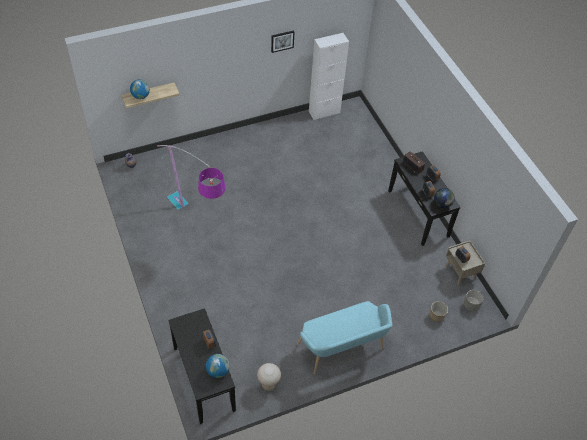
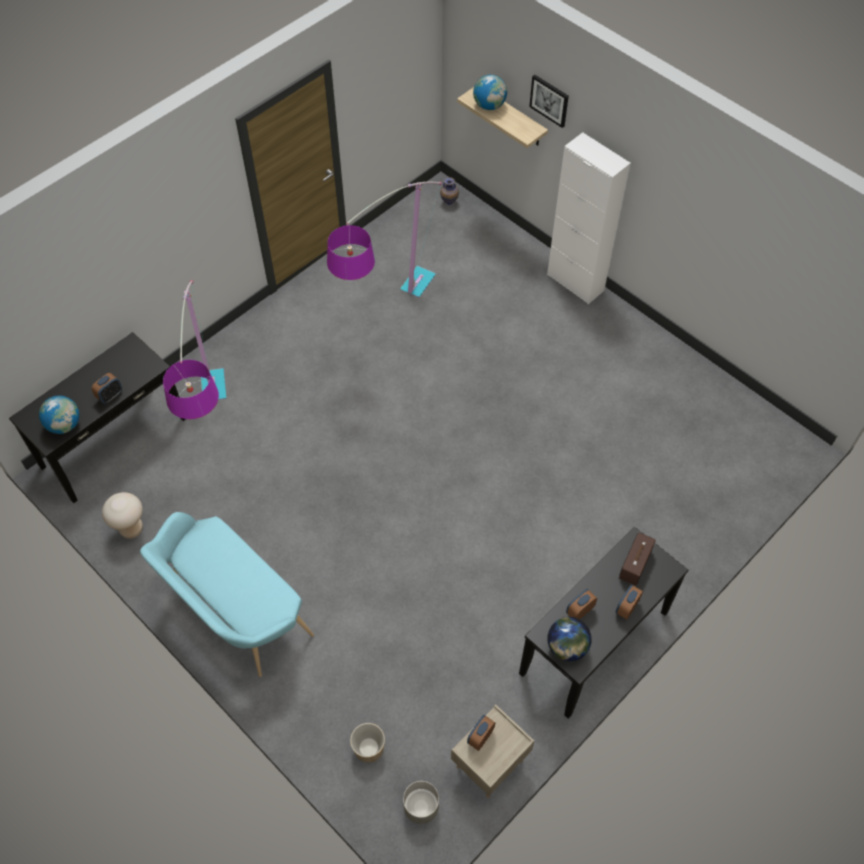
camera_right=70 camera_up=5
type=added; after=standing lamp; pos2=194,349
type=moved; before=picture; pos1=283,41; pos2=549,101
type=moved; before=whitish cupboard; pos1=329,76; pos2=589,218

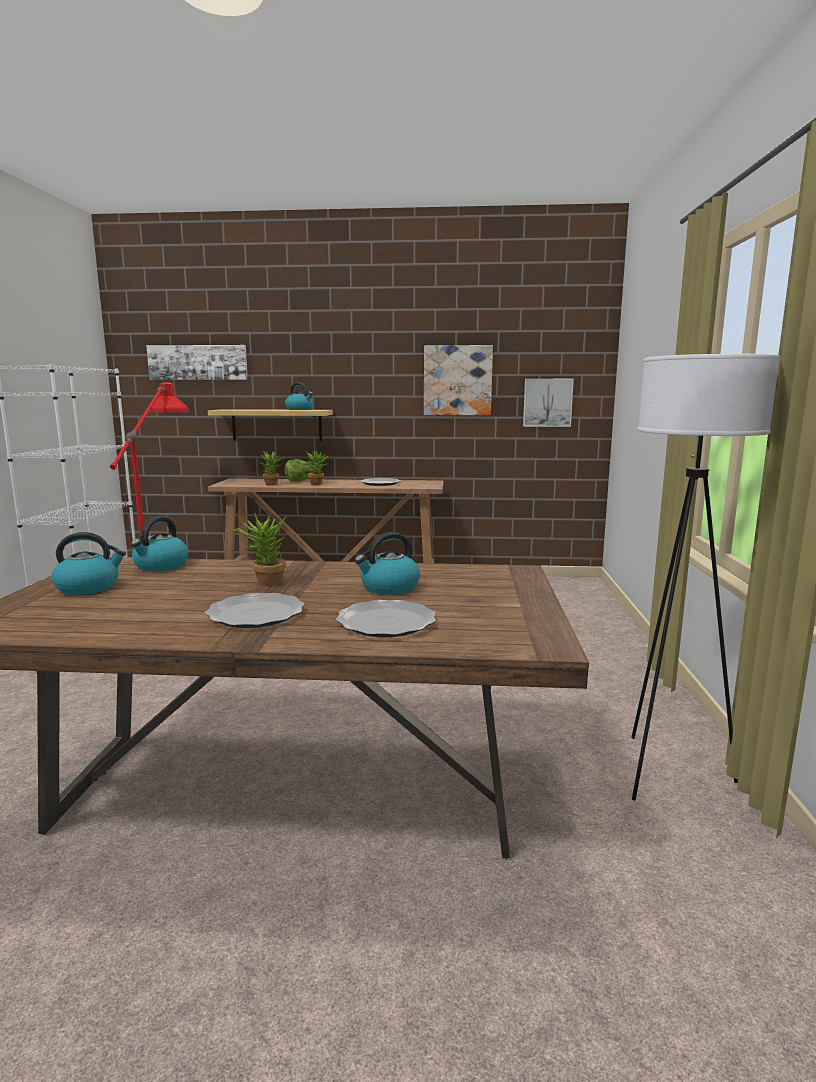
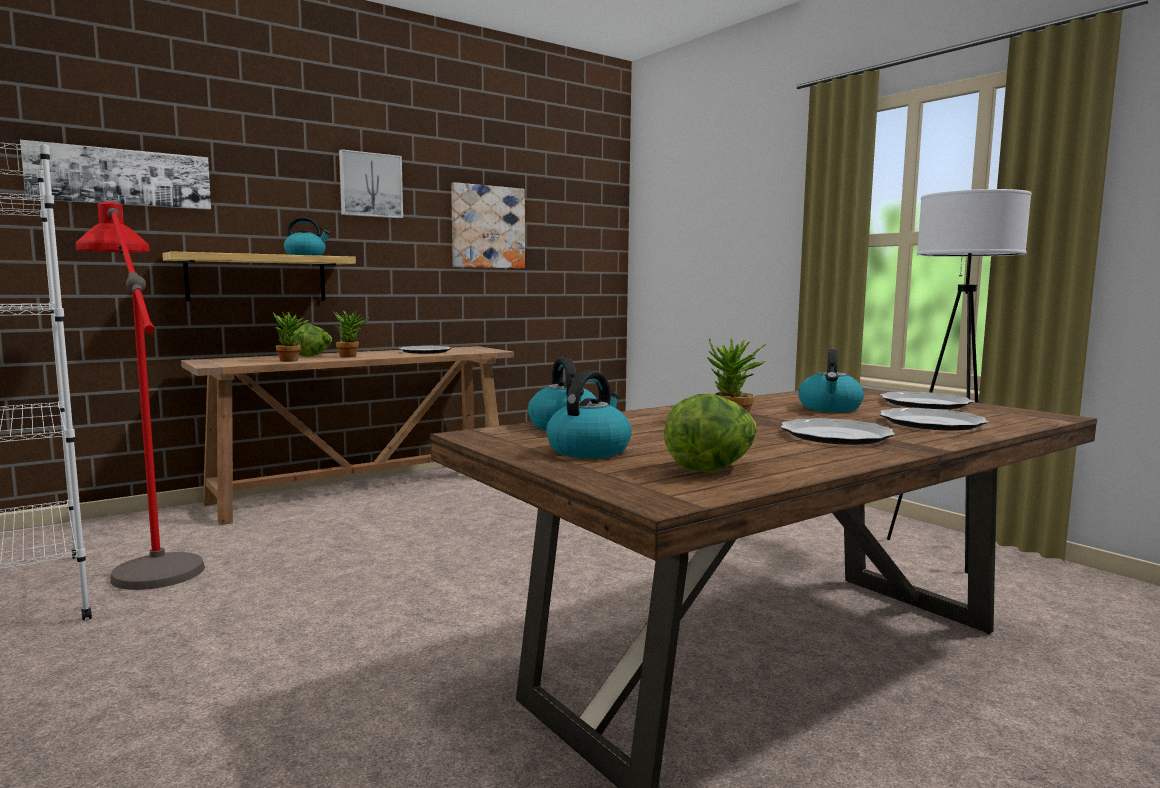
camera_right=-40 camera_up=-5
type=added; after=head of lettuce; pos2=710,433
type=added; after=dinner plate; pos2=927,400
type=moved; before=picture; pos1=548,403; pos2=371,183

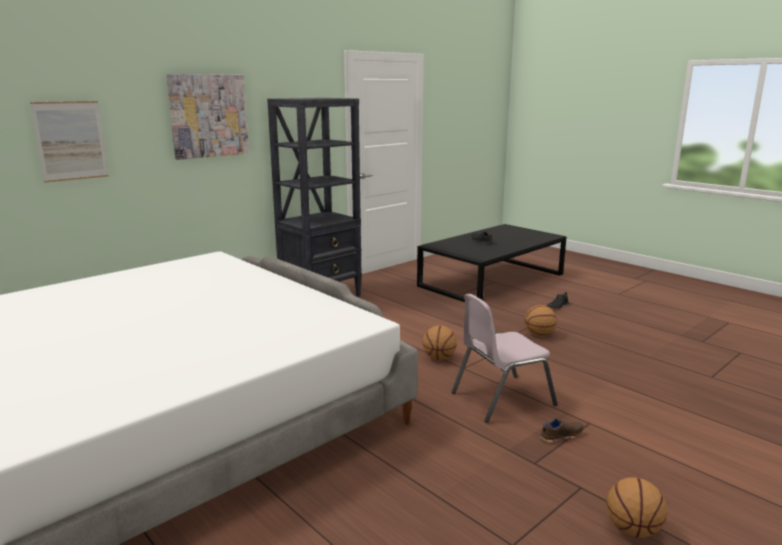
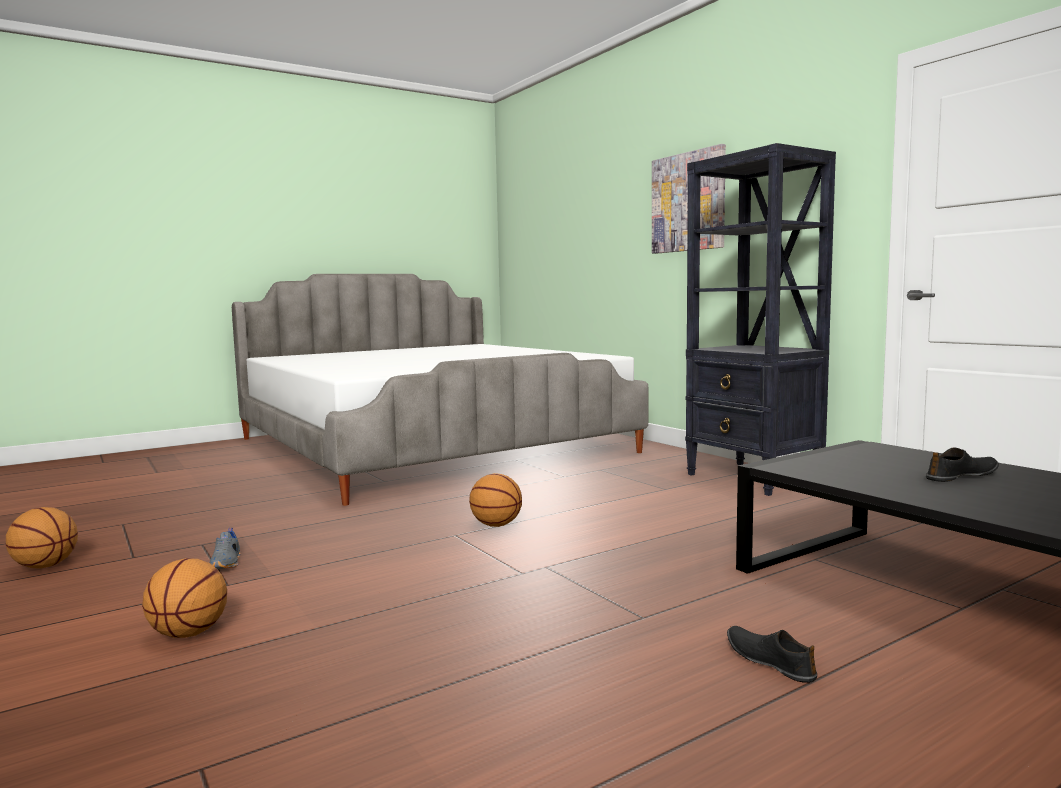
camera_right=100 camera_up=-10
type=removed; before=picture; pos1=69,142
type=removed; before=pink upright chair; pos1=505,358
type=moved; before=ball for basketball; pos1=541,320; pos2=184,598
type=recoloured; before=brown-coloured shoe; after=grey shoe; pos1=561,430; pos2=225,548

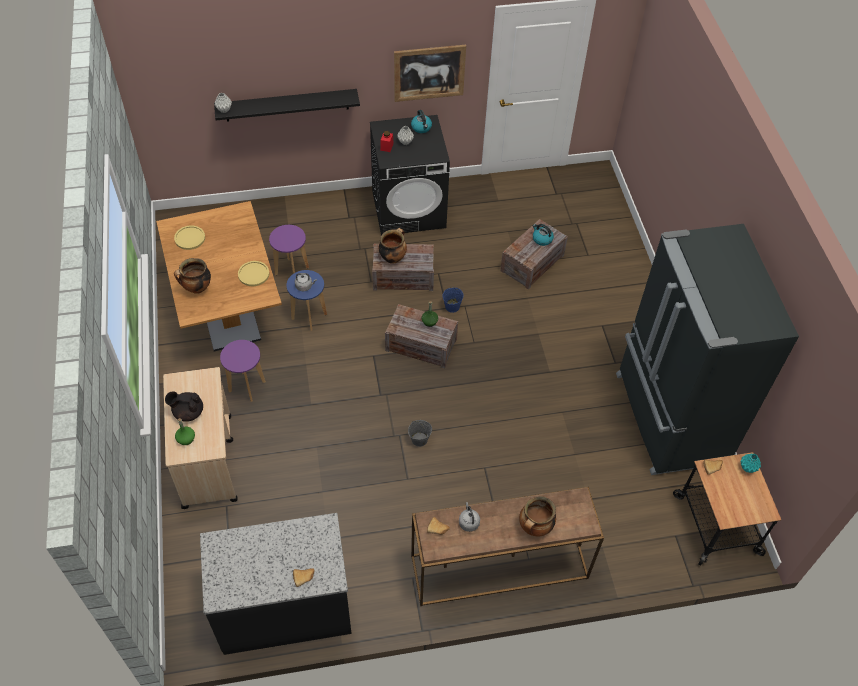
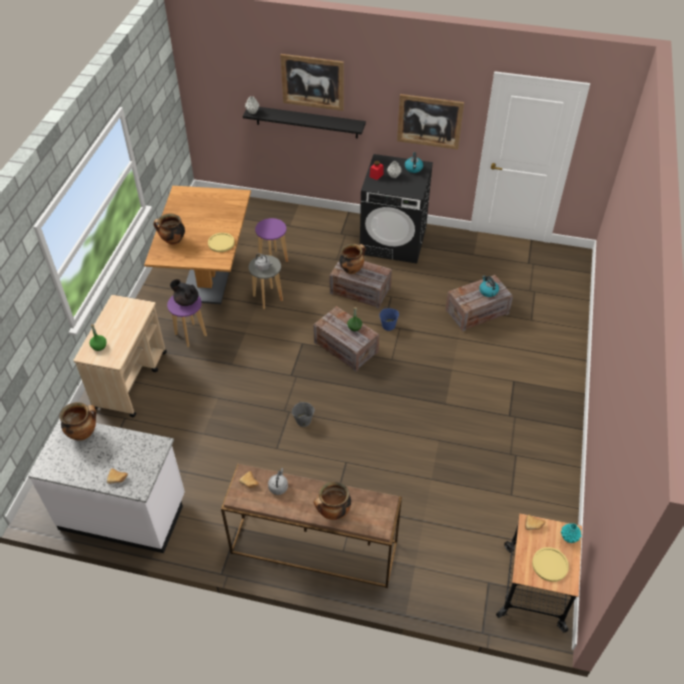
camera_right=25 camera_up=-5
type=removed; before=black refrigerator; pos1=707,349
type=added; after=saucepot; pos2=77,421
type=added; after=picture; pos2=312,82
type=moved; before=black tea pot; pos1=184,406; pos2=184,292
type=moved; before=yellowish dinner plate; pos1=189,237; pos2=550,564
type=recoloured; before=black kitchen counter; after=whitish kitchen counter; pos1=276,584; pos2=106,486
type=recoloured; before=blue-coloured stool; after=grey stool; pos1=306,300; pos2=266,282

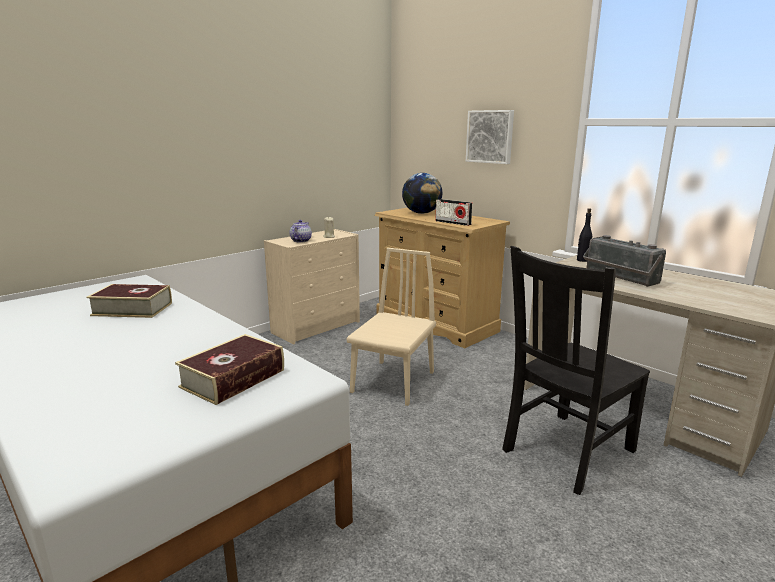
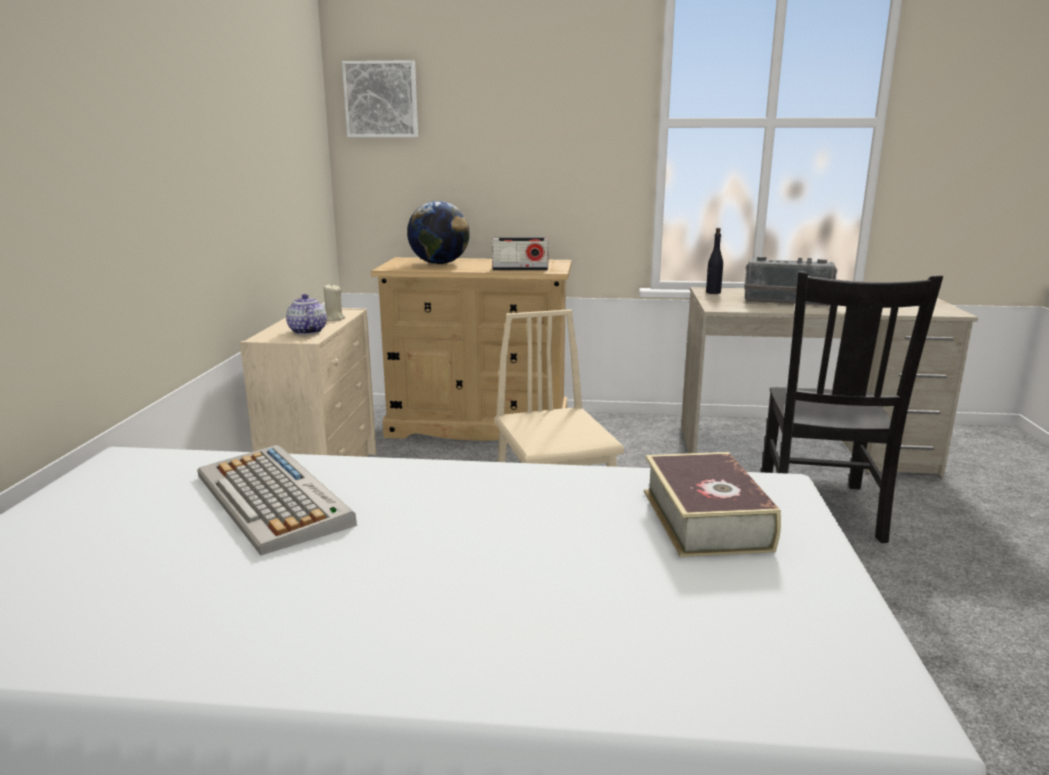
camera_right=-40 camera_up=0
type=moved; before=picture; pos1=490,137; pos2=380,98
type=replaced; before=book; after=PC keyboard; pos1=129,301; pos2=277,500

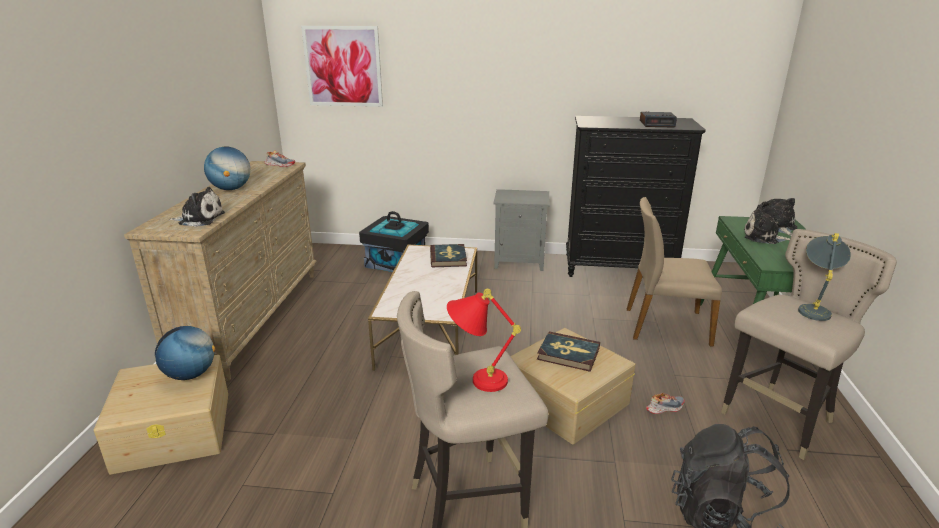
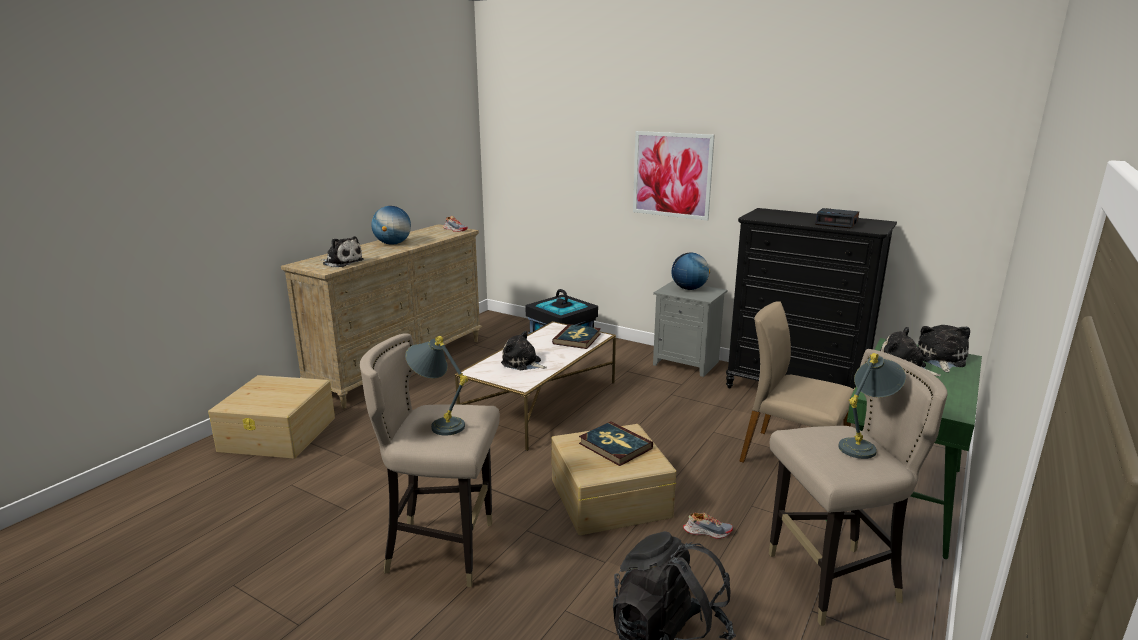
camera_right=25 camera_up=-5
type=added; after=plush toy; pos2=524,350
type=moved; before=globe; pos1=185,353; pos2=691,271
type=moved; before=picture; pos1=342,66; pos2=674,176
type=recoloured; before=red-coloured table lamp; after=grey table lamp; pos1=484,340; pos2=436,385

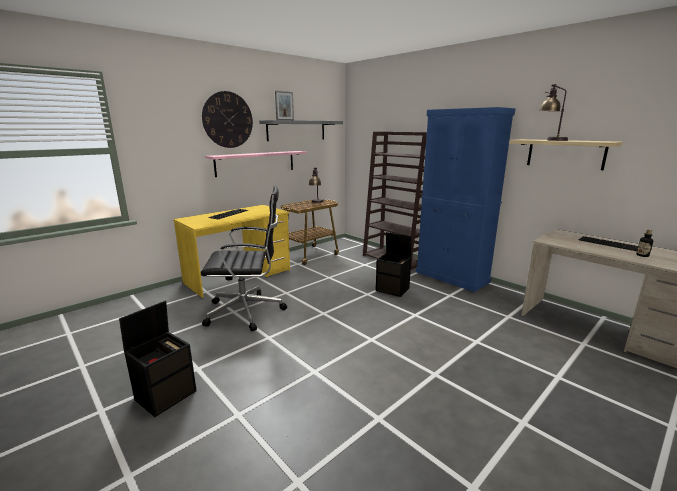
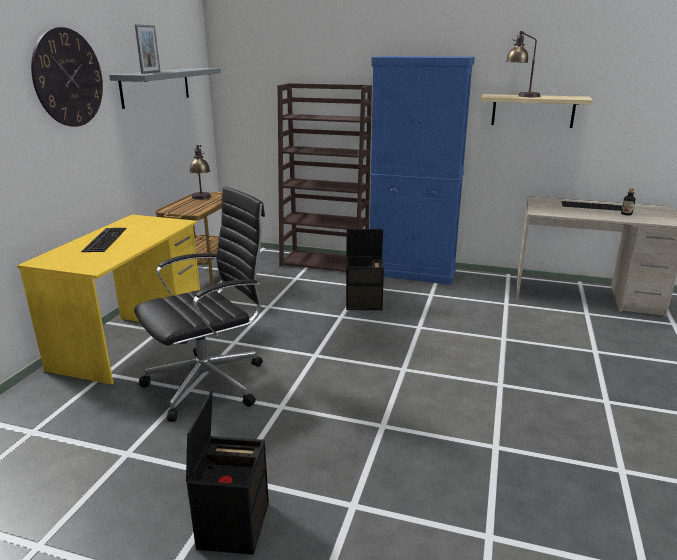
camera_right=-30 camera_up=5
type=removed; before=pink bracket shelf; pos1=256,164

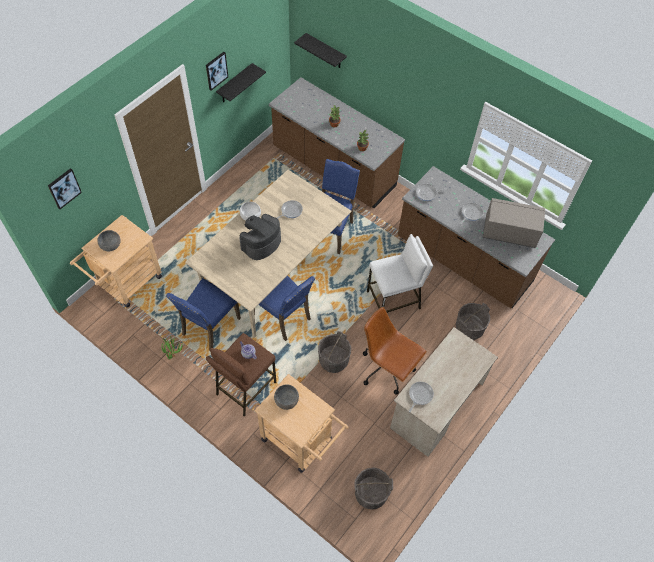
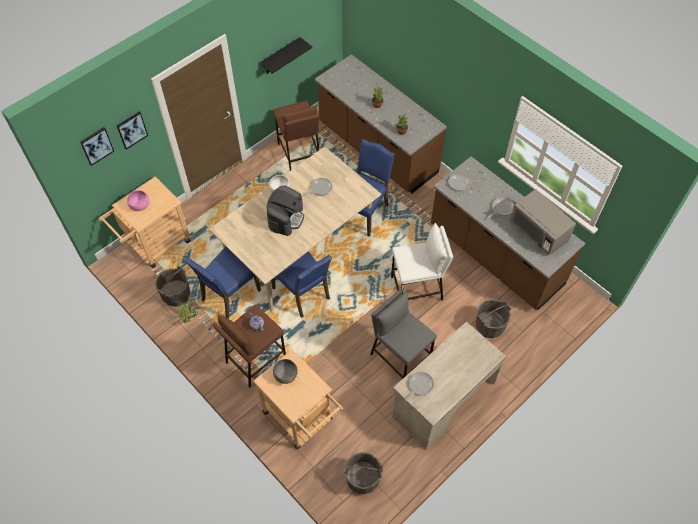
camera_right=10 camera_up=0
type=removed; before=black bracket shelf; pos1=320,50
type=added; after=brown-coloured stool; pos2=296,136
type=moved; before=picture; pos1=217,71; pos2=132,131
type=moved; before=grey bucket; pos1=334,352; pos2=172,286
type=replaced; before=brown-coloured desk chair; after=grey stool; pos1=395,351; pos2=403,334
type=recoloured; before=grey bowl; after=pink bowl; pos1=109,241; pos2=138,200
type=turned; before=coffee maker; pos1=260,237; pos2=285,211; turn=150
type=turned; before=grey microwave; pos1=514,223; pos2=543,222; turn=-150

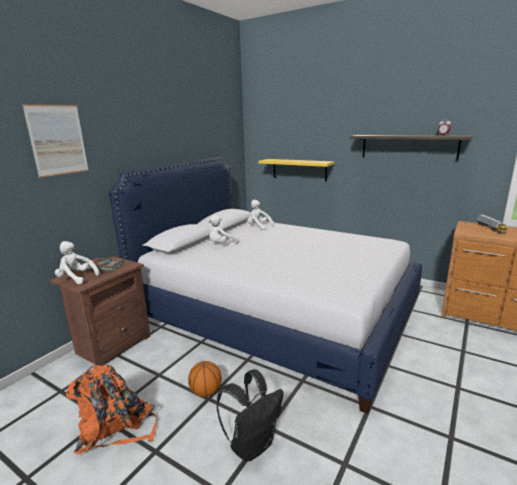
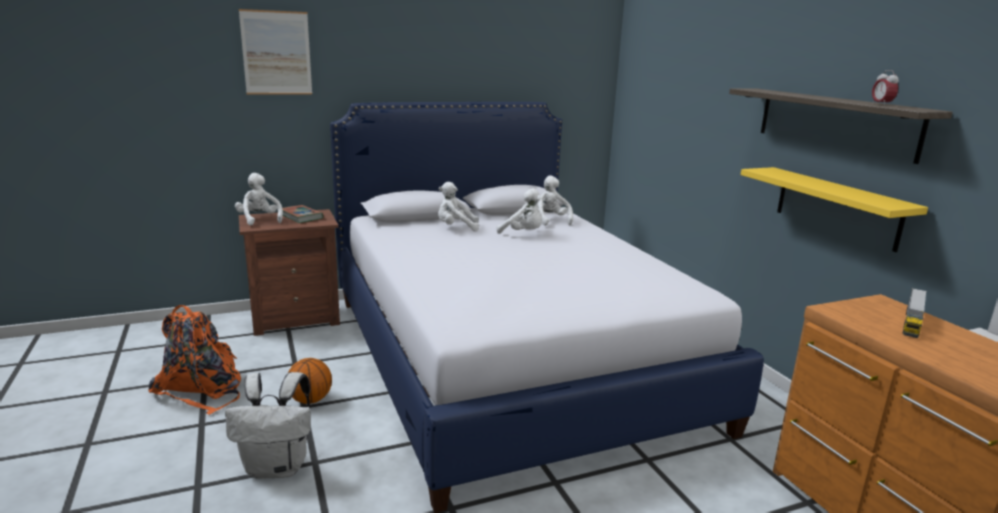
camera_right=35 camera_up=0
type=added; after=whitish plush toy; pos2=519,211
type=moved; before=yellowish bracket shelf; pos1=296,170; pos2=834,209
type=recoloured; before=black backpack; after=whitish backpack; pos1=249,415; pos2=268,425

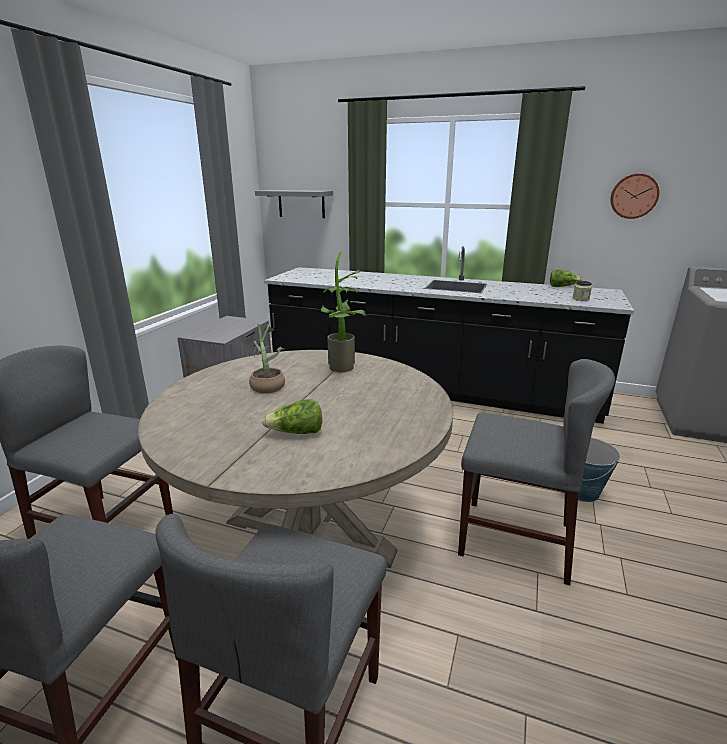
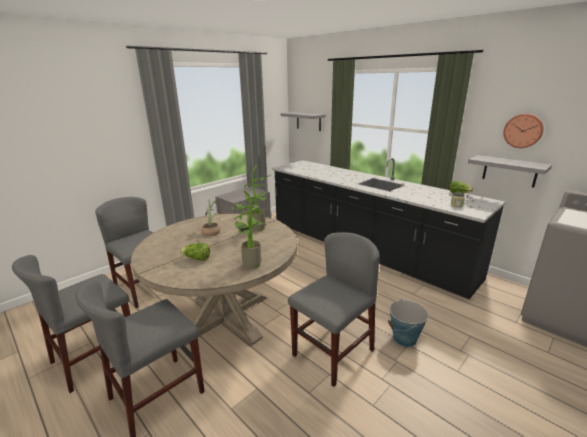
camera_right=25 camera_up=0
type=added; after=houseplant; pos2=246,229
type=added; after=grey bracket shelf; pos2=510,171
type=turned; before=grey upright chair; pos1=536,472; pos2=333,309; turn=-90

